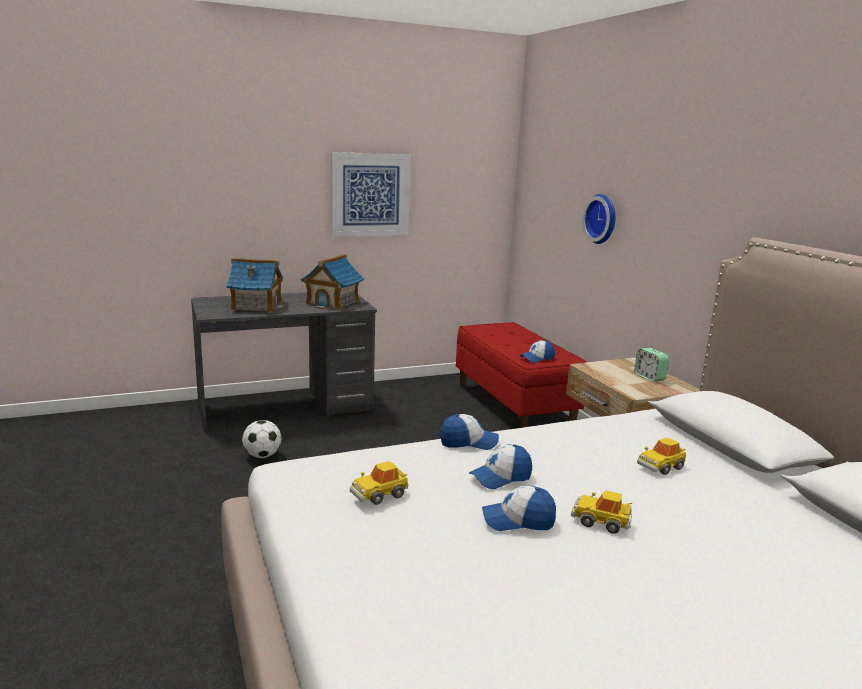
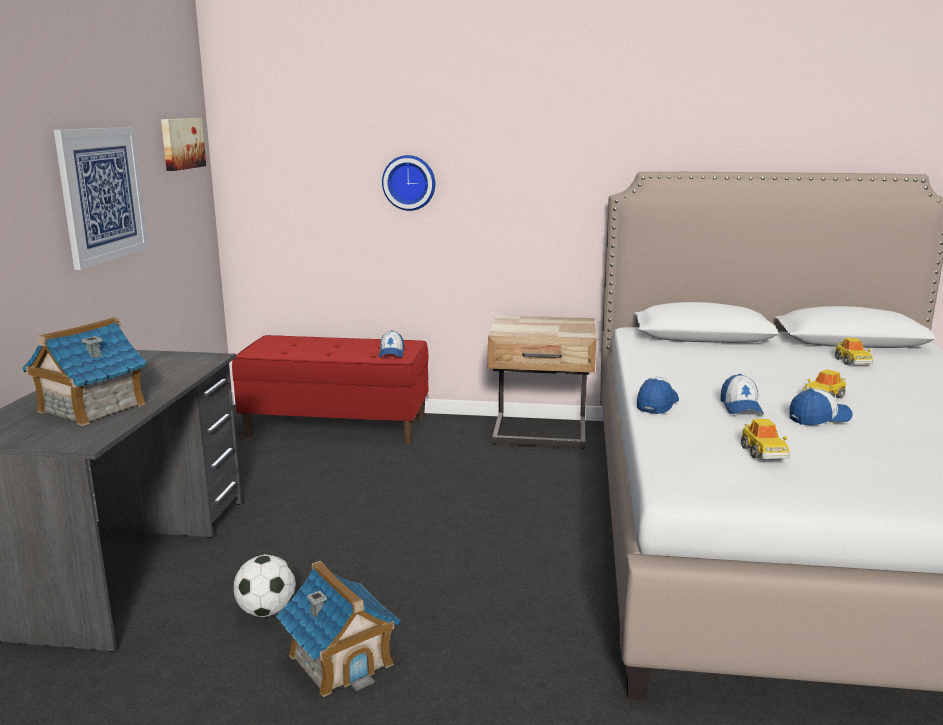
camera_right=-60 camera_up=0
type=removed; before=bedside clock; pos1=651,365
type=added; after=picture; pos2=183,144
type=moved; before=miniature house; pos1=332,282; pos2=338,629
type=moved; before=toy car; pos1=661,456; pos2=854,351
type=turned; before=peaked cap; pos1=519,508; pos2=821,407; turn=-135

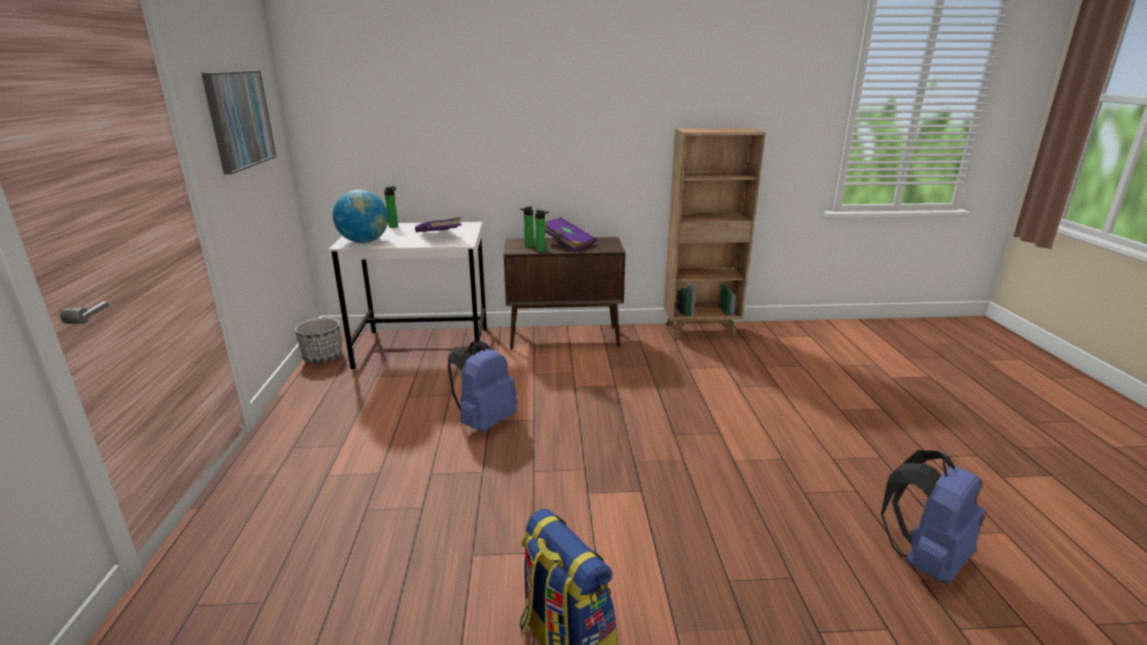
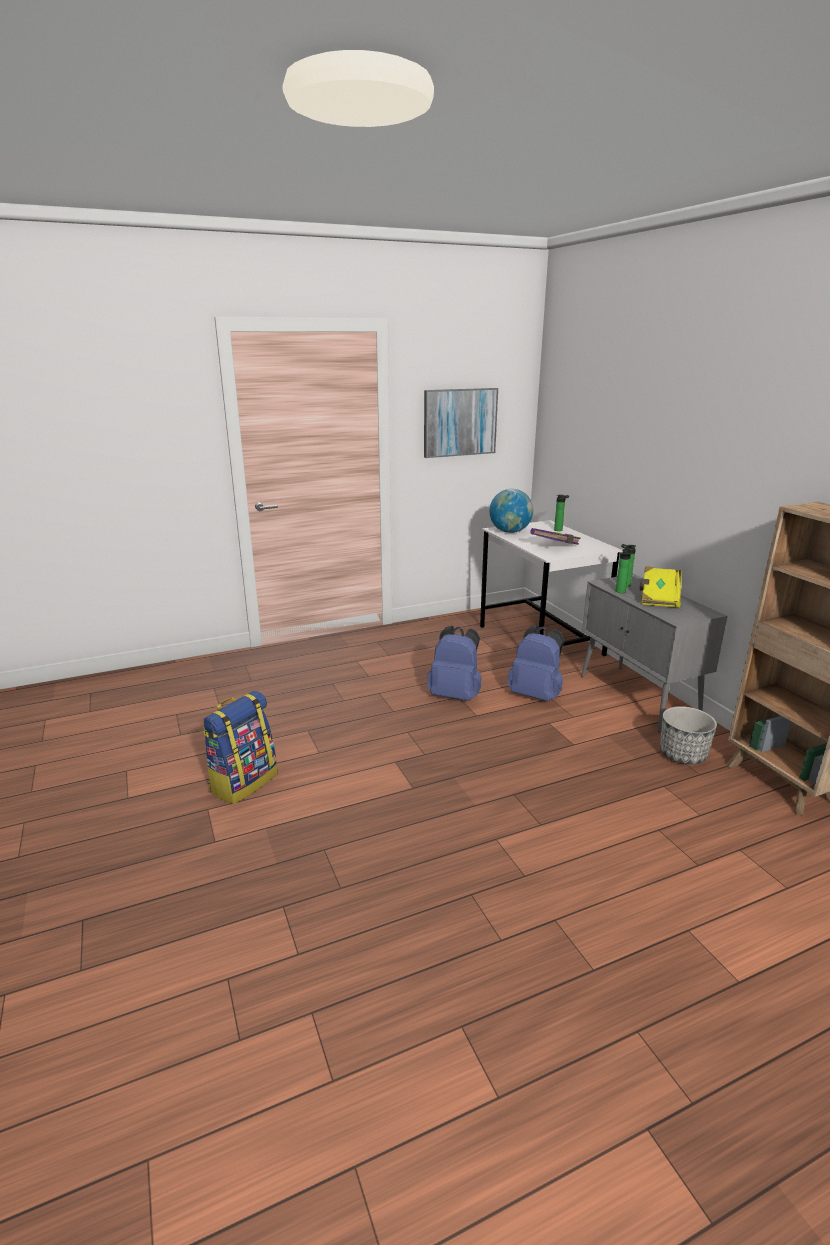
camera_right=70 camera_up=0
type=moved; before=flower pot; pos1=318,340; pos2=688,735
type=moved; before=blue-coloured backpack; pos1=933,517; pos2=536,663
type=recoloured; before=brown-coloured cupboard; after=grey cupboard; pos1=565,293; pos2=654,653
type=recoloured; before=purplish book; after=yellowish book; pos1=570,234; pos2=661,587

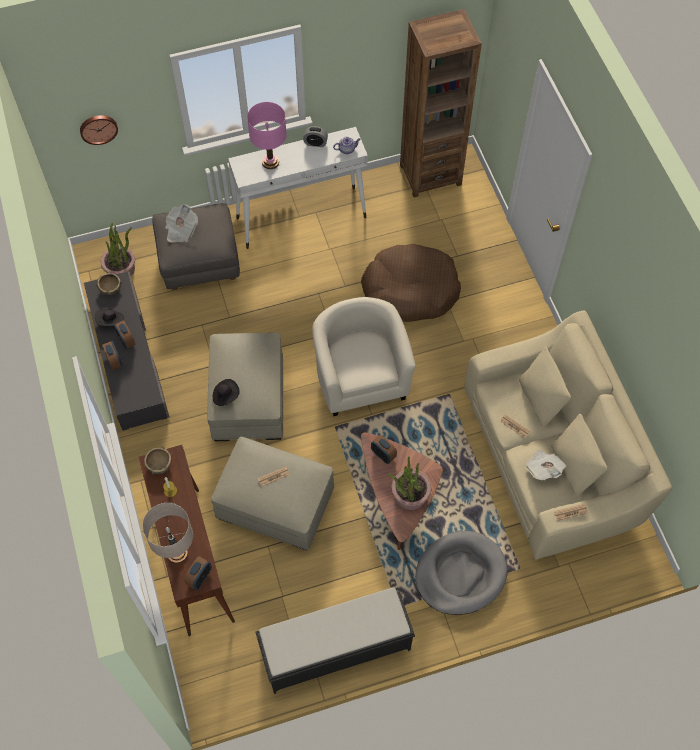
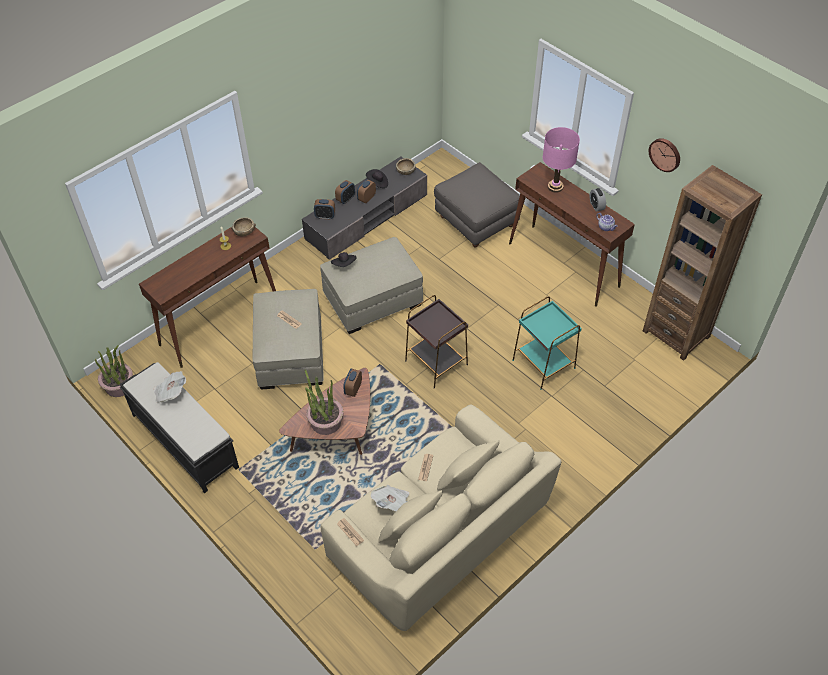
camera_right=65 camera_up=-10
type=removed; before=beige-coloured table lamp; pos1=167,533
type=removed; before=grey pet bed; pos1=461,573
type=moved; before=hanging clock; pos1=99,130; pos2=664,155
type=moved; before=houseplant; pos1=118,249; pos2=114,371
type=moved; before=printed paper; pos1=181,223; pos2=170,387
type=moved; before=bedside clock; pos1=198,573; pos2=324,209
type=replaced; before=beige-coloured easy chair; after=brown-coloured side table; pos1=364,356; pos2=436,341
type=replaced; before=brown-coloured pet bed; after=blue-green side table; pos1=411,283; pos2=547,343
type=recoloured; before=whitish hall table; after=brown-coloured hall table; pos1=298,188; pos2=572,234

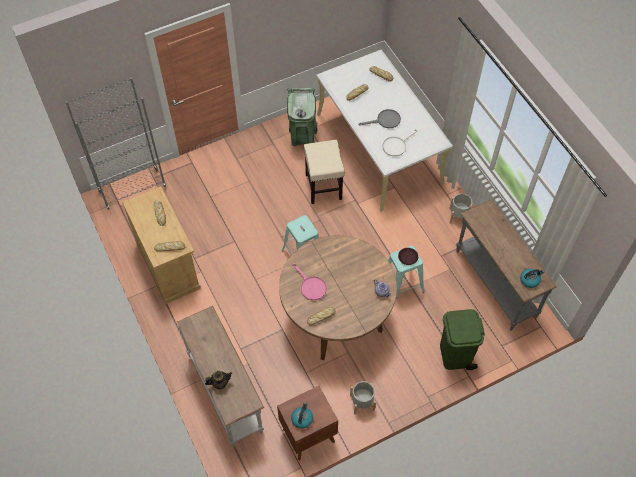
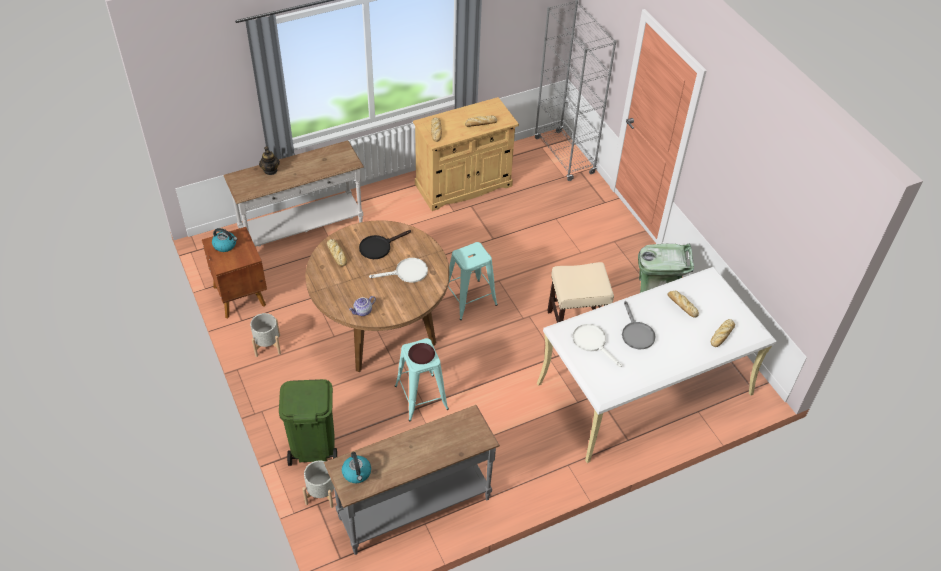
camera_right=90 camera_up=-10
type=added; after=whitish skillet; pos2=398,270
type=moved; before=grey flower pot; pos1=460,208; pos2=318,484
type=recoloured; before=pink skillet; after=black skillet; pos1=310,281; pos2=385,244

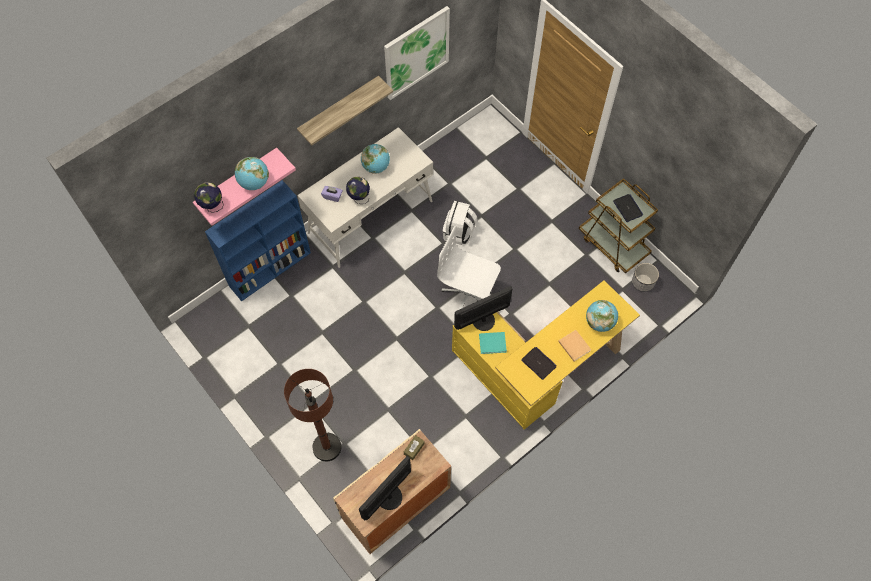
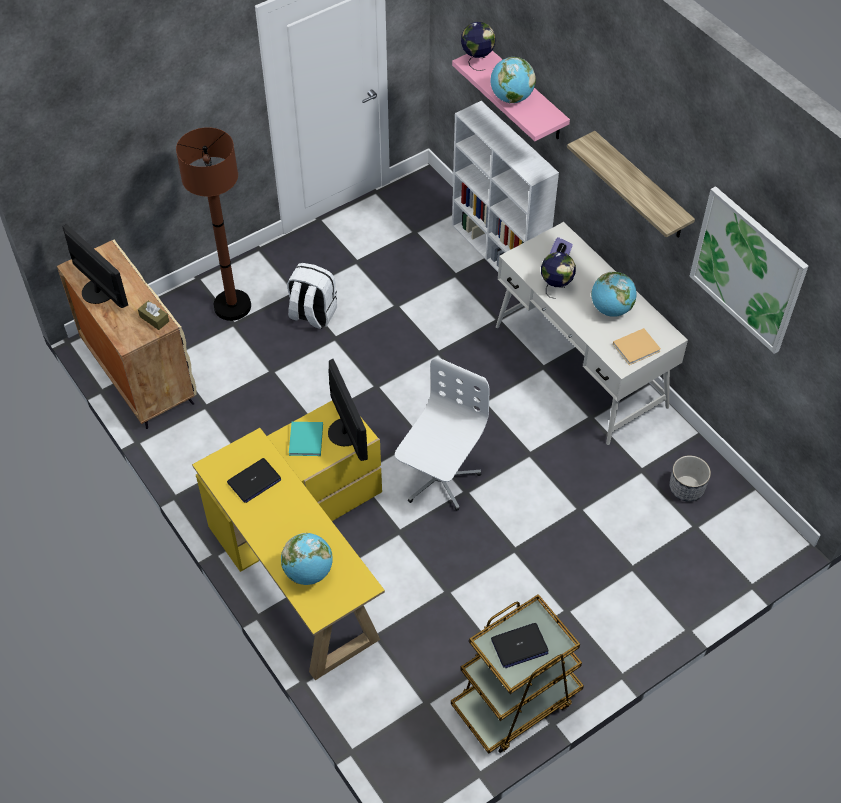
camera_right=95 camera_up=-10
type=moved; before=whitish backpack; pos1=460,223; pos2=312,296
type=moved; before=beige-coloured book; pos1=574,345; pos2=637,346
type=moved; before=flower pot; pos1=645,277; pos2=690,478
type=recoloured; before=blue-coloured bookshelf; after=whitish bookshelf; pos1=258,240; pos2=505,186

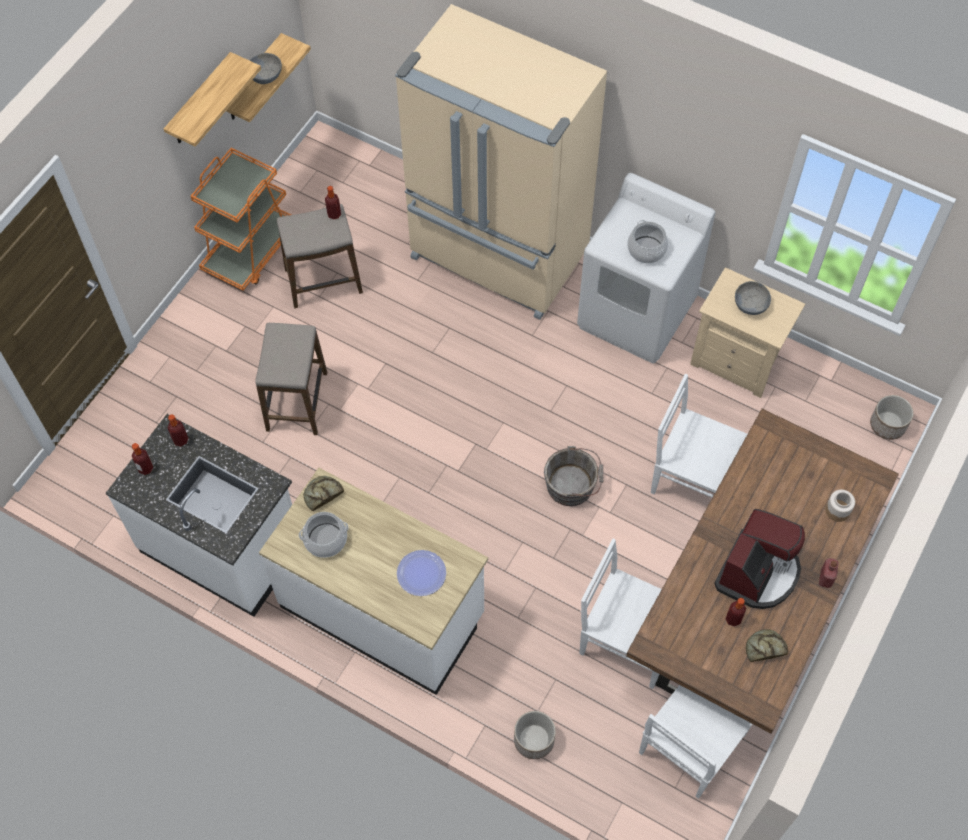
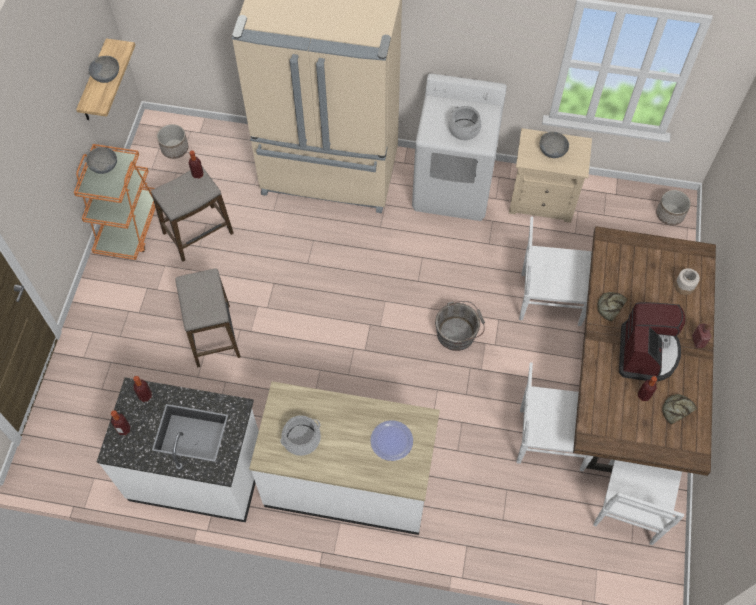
camera_right=-20 camera_up=0
type=removed; before=bracket shelf; pos1=212,99
type=added; after=grey bowl; pos2=101,160
type=moved; before=bakery bread; pos1=324,493; pos2=612,307
type=moved; before=flower pot; pos1=535,735; pos2=172,141

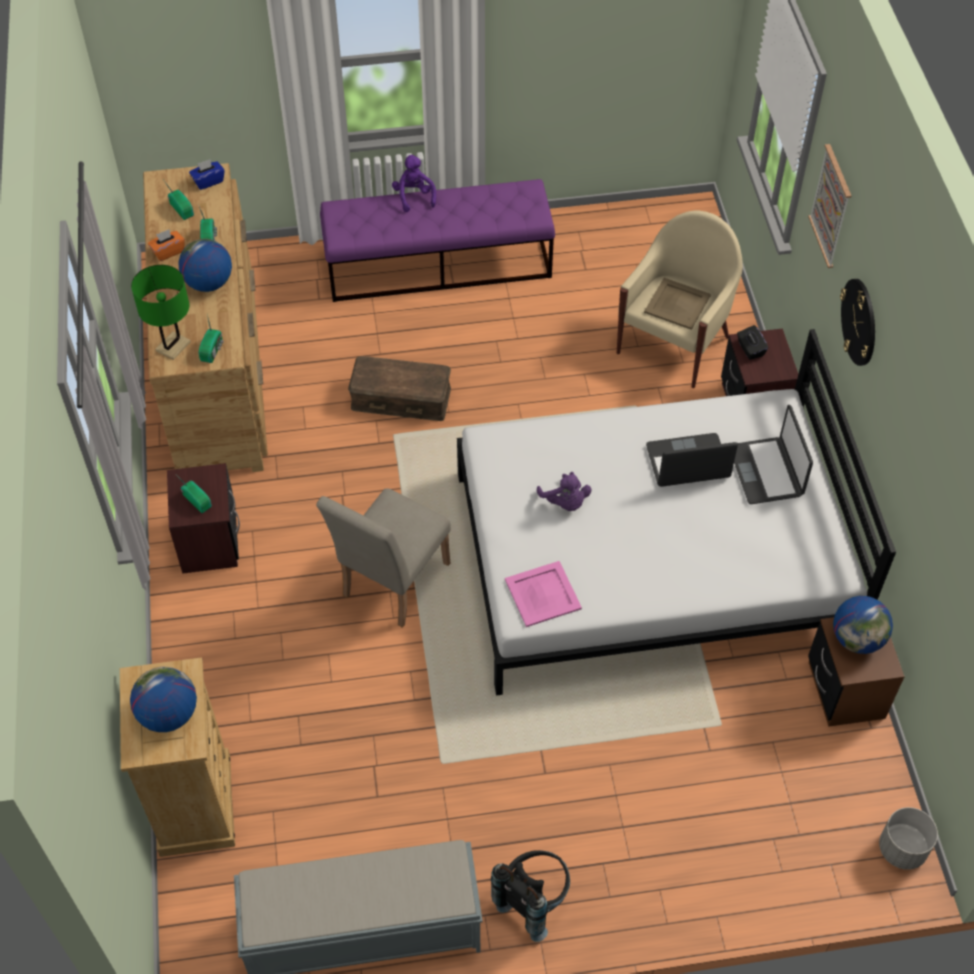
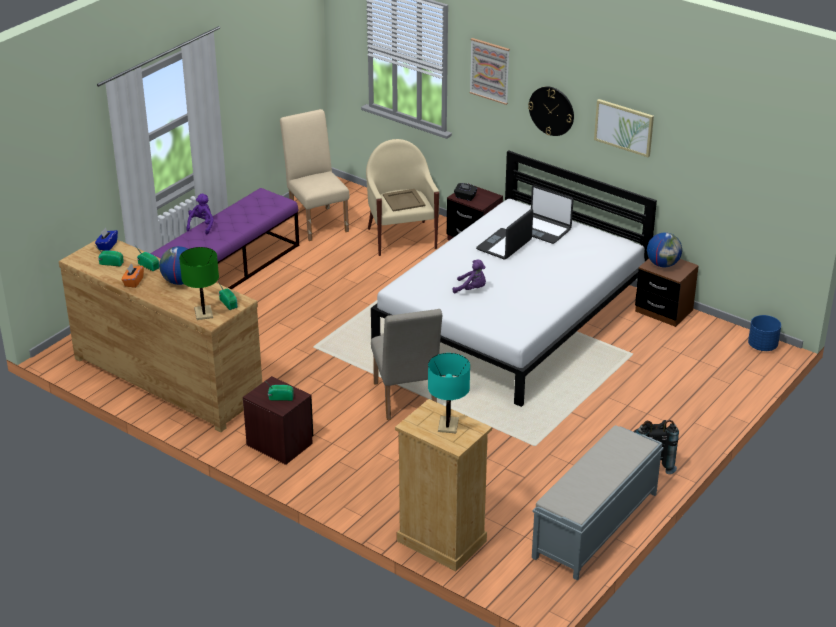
camera_right=-45 camera_up=-20
type=removed; before=brown-coloured storage box; pos1=399,388
type=removed; before=pink tray; pos1=543,594
type=added; after=beige-coloured upright chair; pos2=314,175
type=added; after=picture; pos2=624,128
type=replaced; before=globe; after=blue-green table lamp; pos1=163,699; pos2=449,393
type=recoloured; before=grey flower pot; after=blue-coloured flower pot; pos1=908,838; pos2=764,333
type=turned; before=purplish plush toy; pos1=414,183; pos2=200,214; turn=75

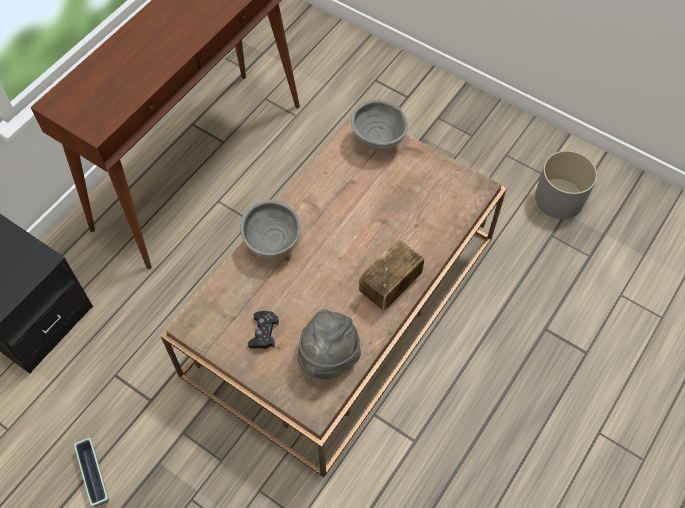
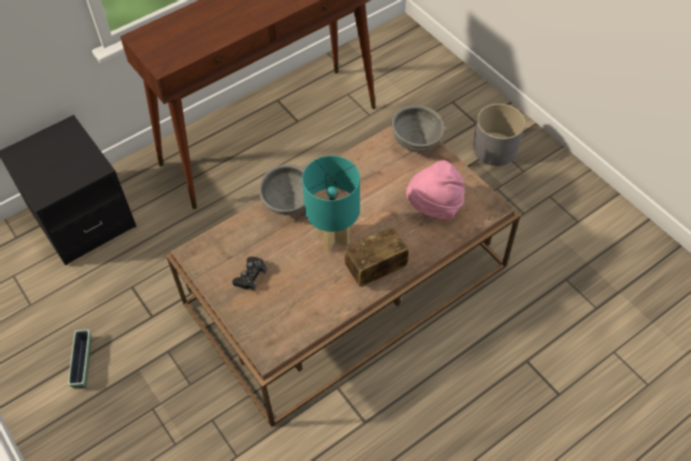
camera_right=20 camera_up=-5
type=removed; before=grey hat; pos1=329,344
type=added; after=blue-green table lamp; pos2=331,204
type=added; after=pink hat; pos2=435,190
type=moved; before=grey flower pot; pos1=566,184; pos2=499,135

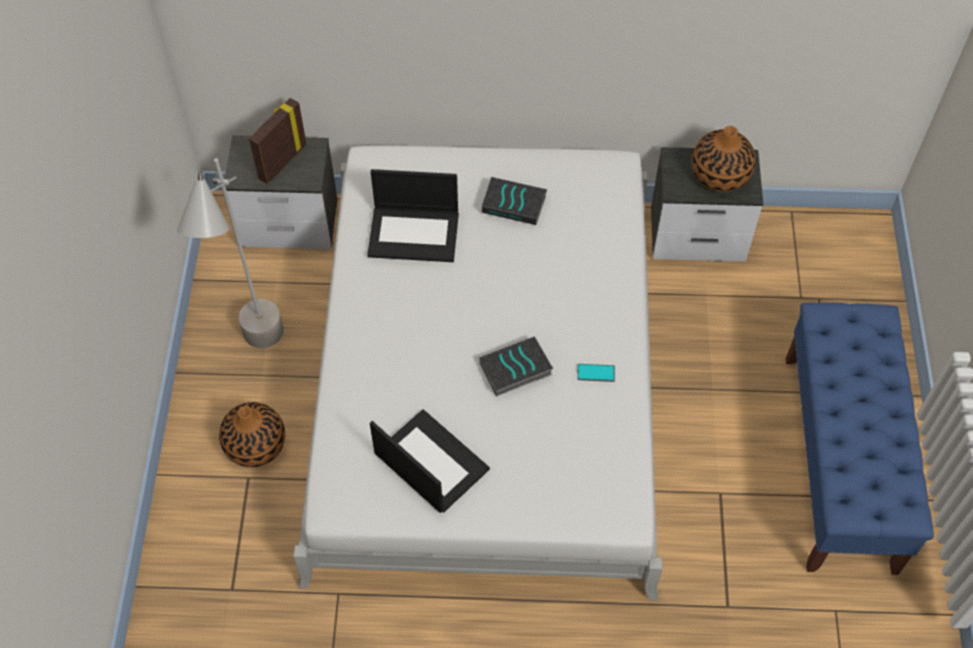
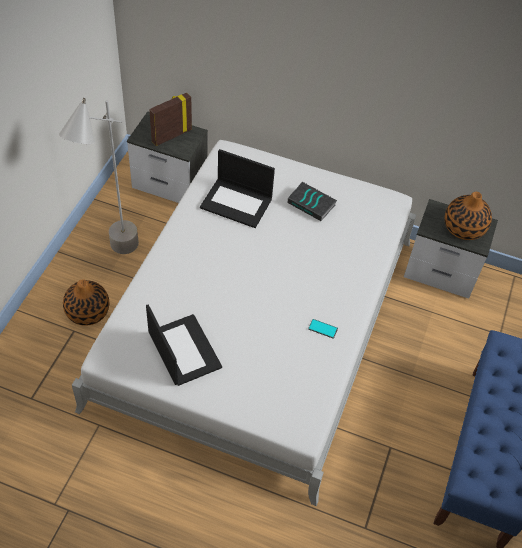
camera_right=15 camera_up=-5
type=removed; before=book; pos1=516,366

